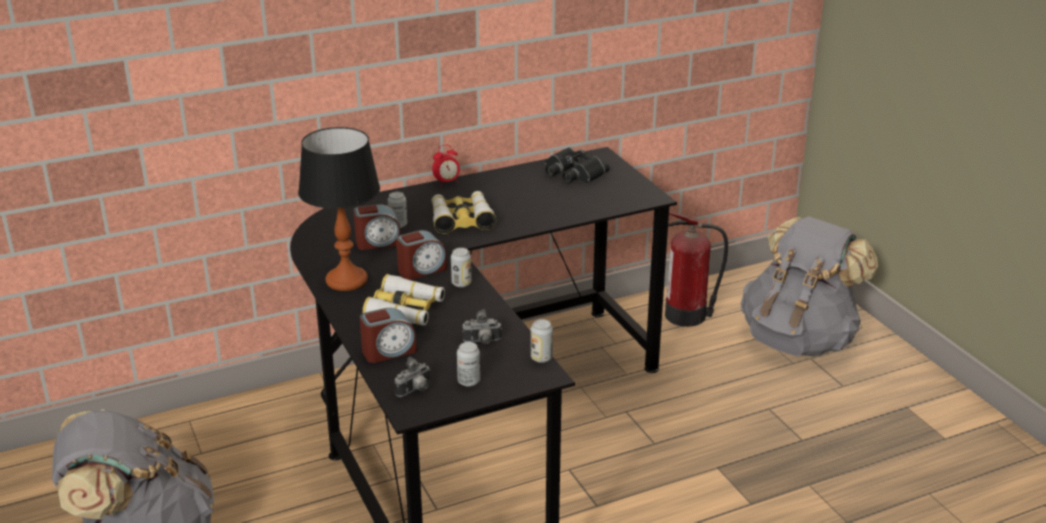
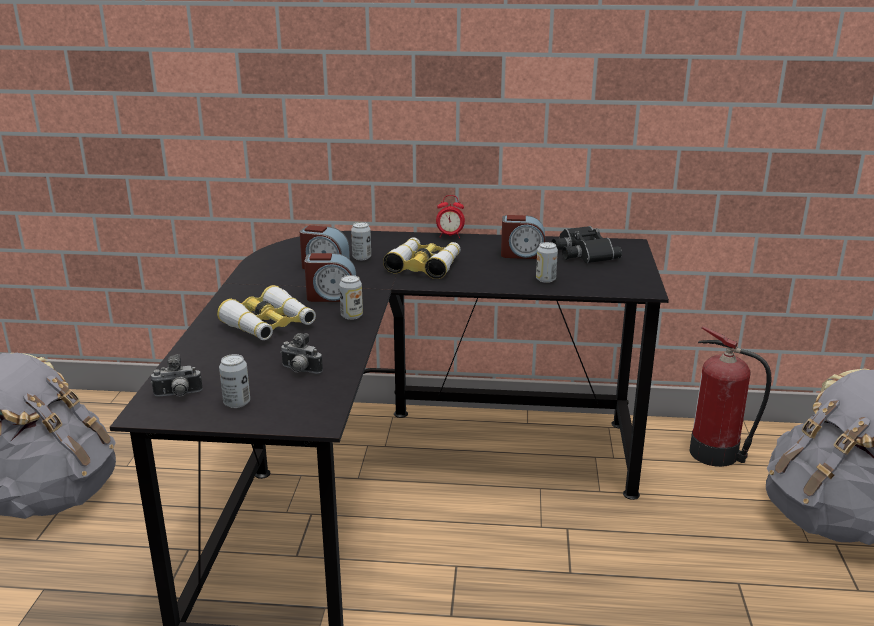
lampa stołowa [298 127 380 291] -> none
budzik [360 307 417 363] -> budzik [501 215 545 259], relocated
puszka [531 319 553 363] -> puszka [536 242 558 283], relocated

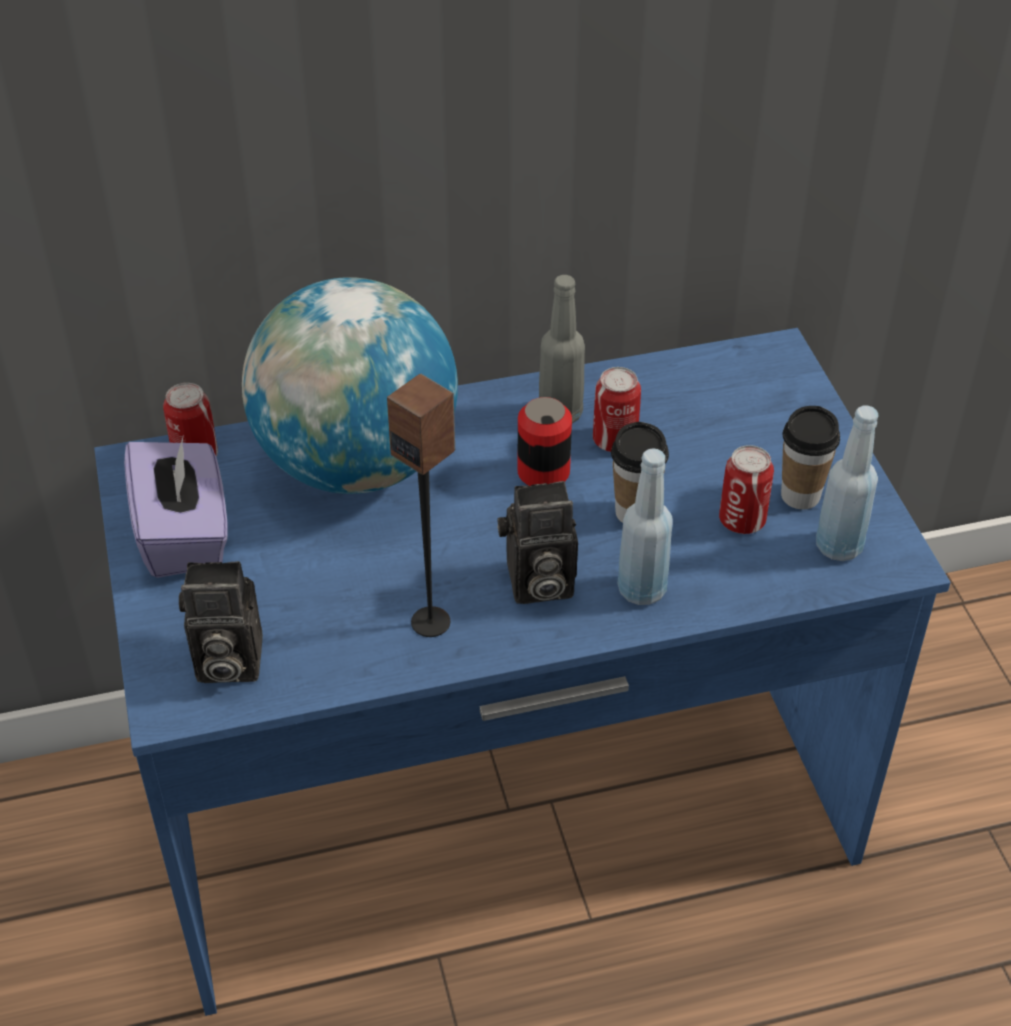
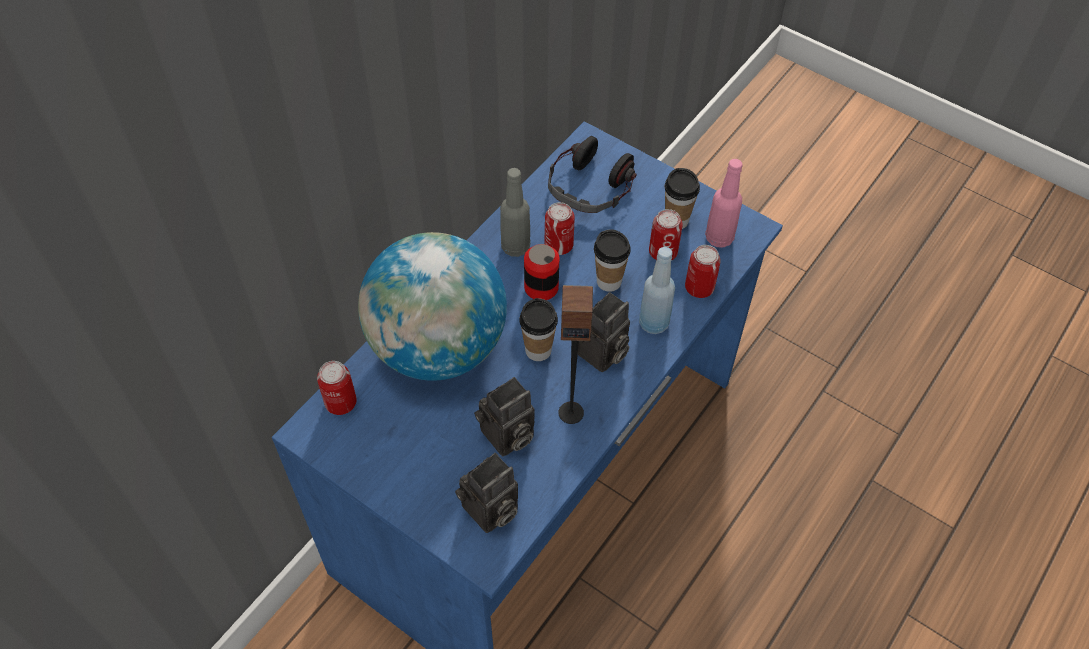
butelka [niebieski] [816 406 878 561] -> butelka [różowy] [705 159 743 247]
pudełko chusteczek [fioletowy] [124 437 227 578] -> none
none -> słuchawki [548 136 636 213]
none -> puszka [685 245 721 298]
none -> filiżanka [519 298 558 361]
none -> aparat fotograficzny [474 377 535 457]

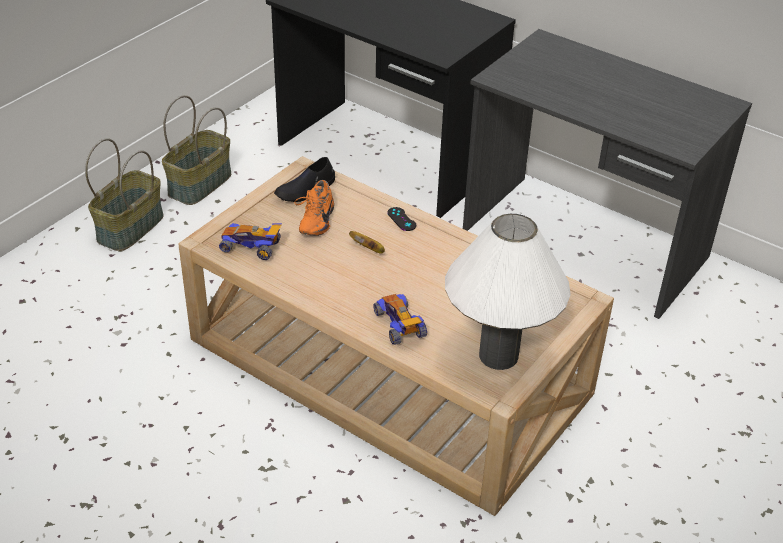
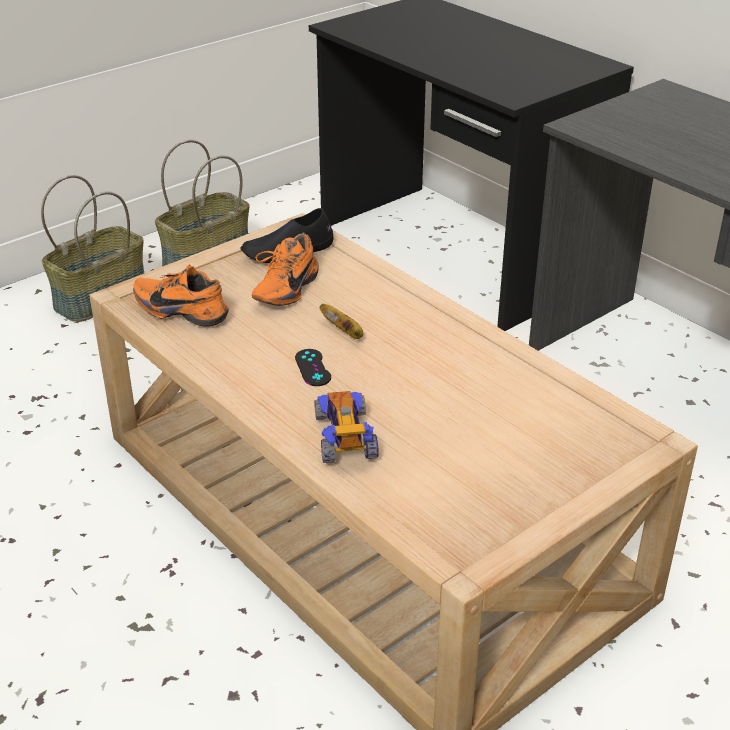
pad do gier [czarny] [387 207 416 231] -> pad do gier [czarny] [295 349 331 386], relocated
lampa stołowa [biały] [445 214 571 370] -> none
samochodzik [219 223 282 260] -> but [pomarańczowy] [133 264 229 327]

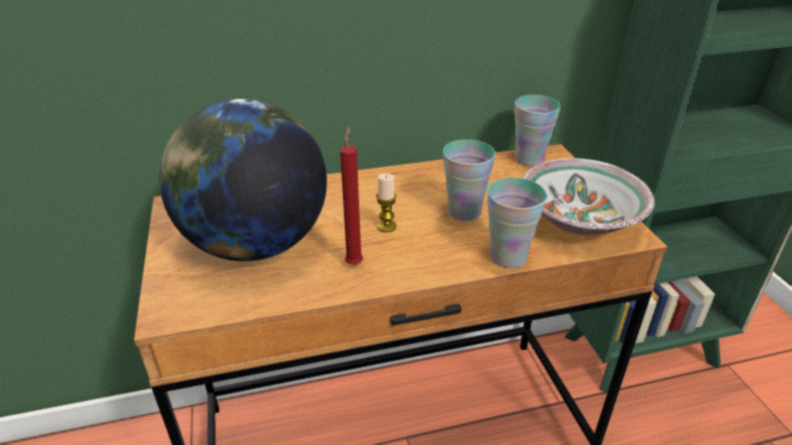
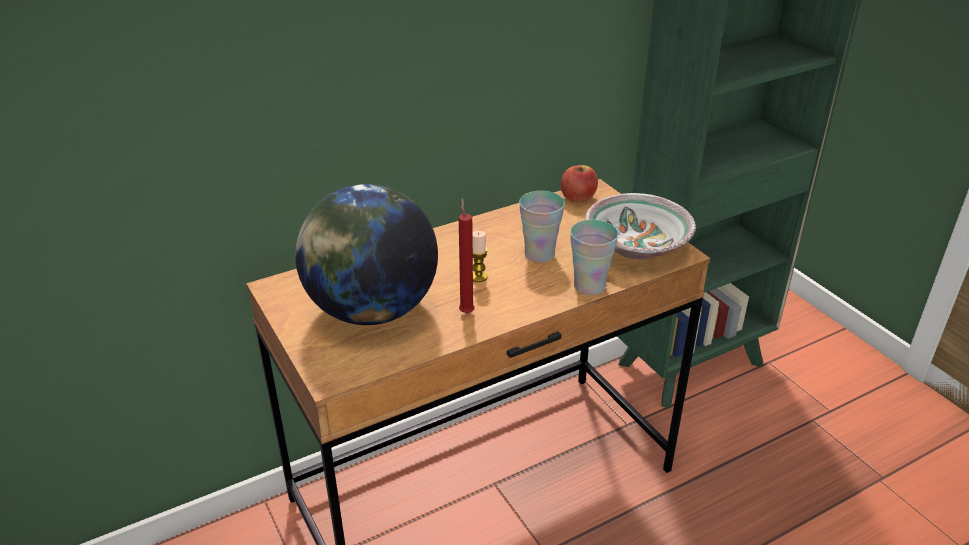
filiżanka [514 95 561 166] -> jabłko [561 165 598 202]

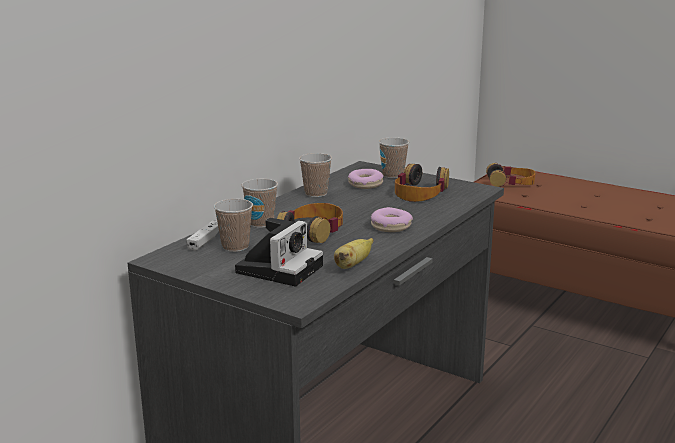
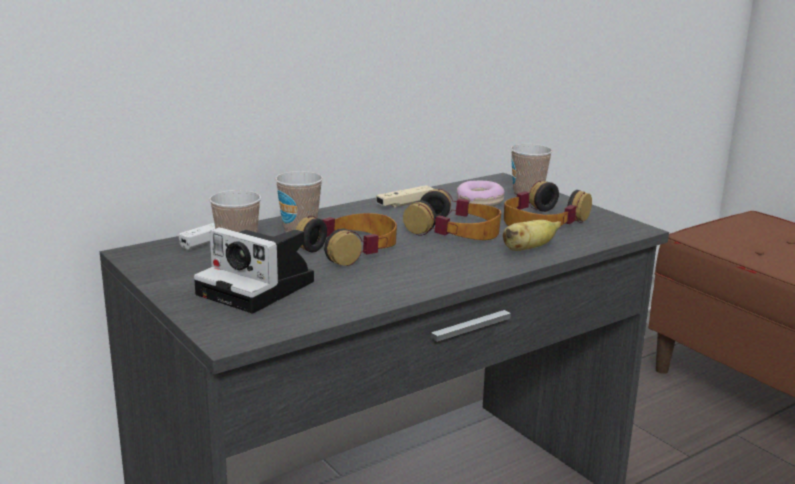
filiżanka [299 153 332 197] -> pad do gier [beżowy] [376 185 434 208]
słuchawki [486 163 536 187] -> słuchawki [403 189 501 240], relocated
donut [371 207 413 232] -> none
aparat fotograficzny [235 218 323 286] -> aparat fotograficzny [194 227 314 313], 75 degrees clockwise
banan [334 238 373 269] -> banan [503 220 561 251], relocated

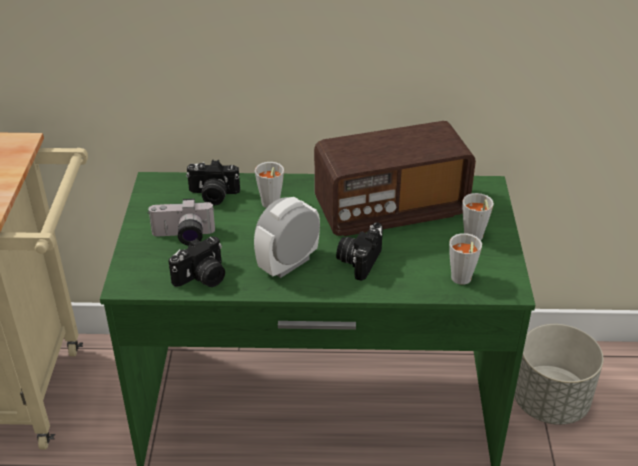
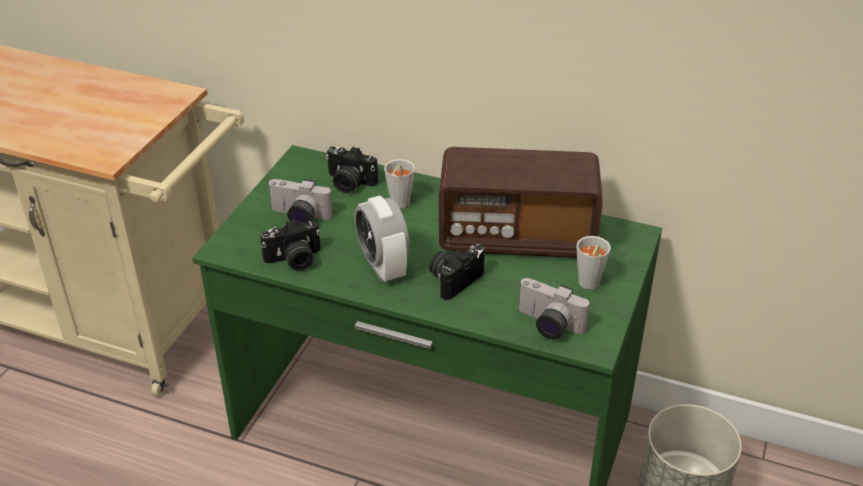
budzik [254 197 320 278] -> budzik [355 195 410 282], 90 degrees counterclockwise
filiżanka [szary] [449 233 482 285] -> aparat fotograficzny [519 278 589 339]

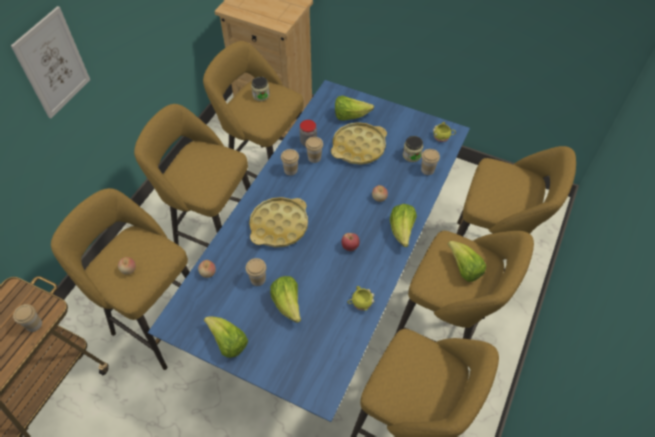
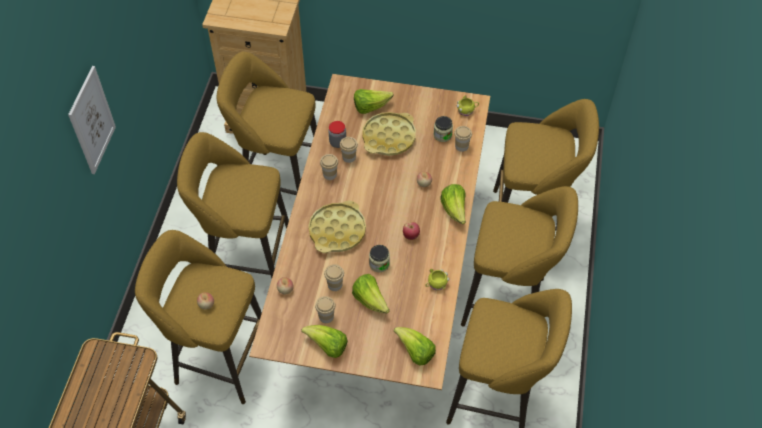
słoik [251 77 270 101] -> słoik [369 245 390 272], relocated
stół jadalny [niebieski] [148 80 470 422] -> stół jadalny [brązowy] [249 74 490 390]
sałata [448 241 486 282] -> sałata [394 327 436 366], relocated
filiżanka [13 304 42 332] -> filiżanka [315 296 336 323], relocated

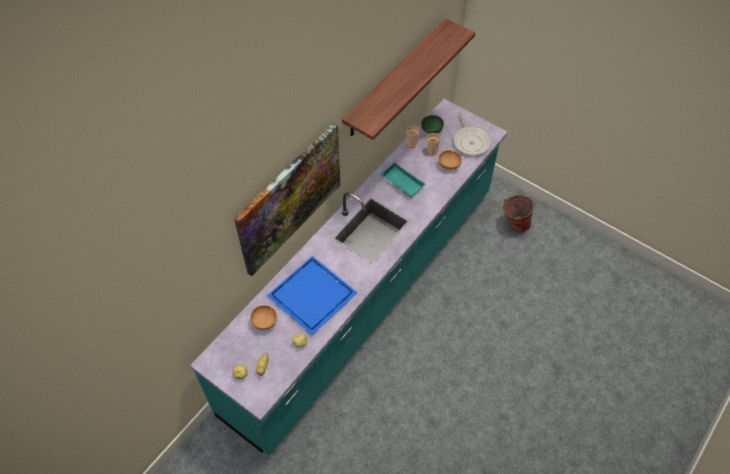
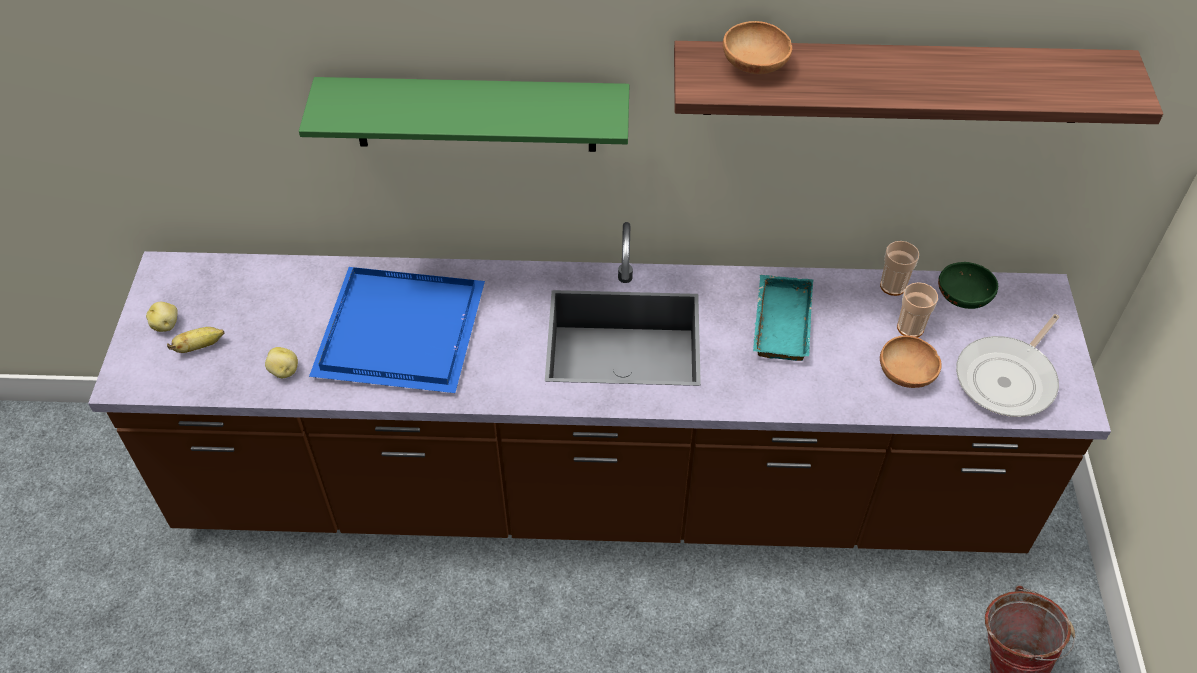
zabudowa kuchenna [turkusowy] [190 99 508 456] -> zabudowa kuchenna [brązowy] [88 222 1111 553]
obraz [234 123 340 276] -> półka [zielony] [299 77 629 152]
miska [brązowy] [250 305 277 330] -> miska [brązowy] [723 21 792 74], relocated

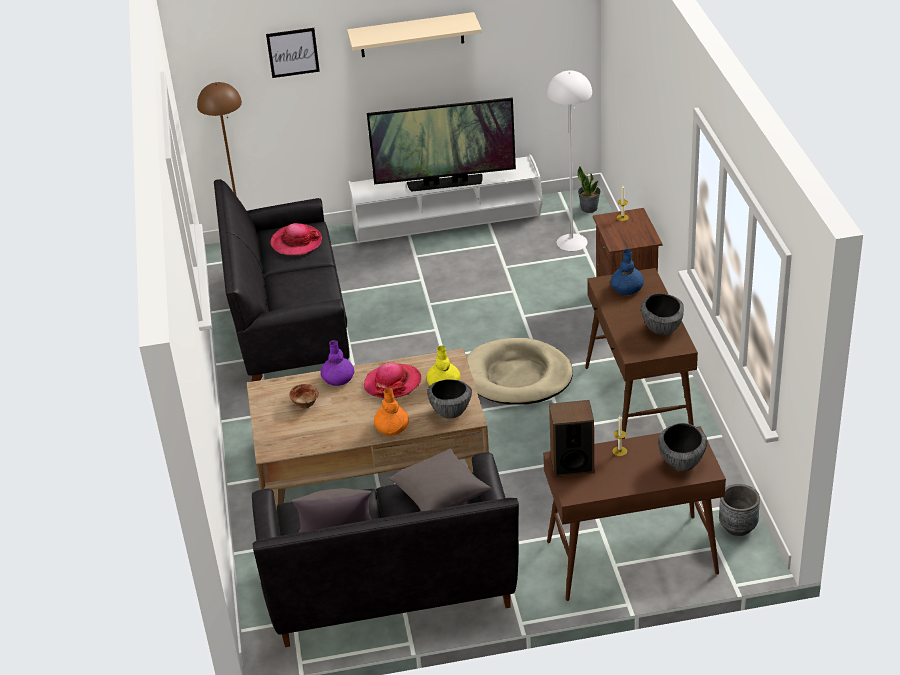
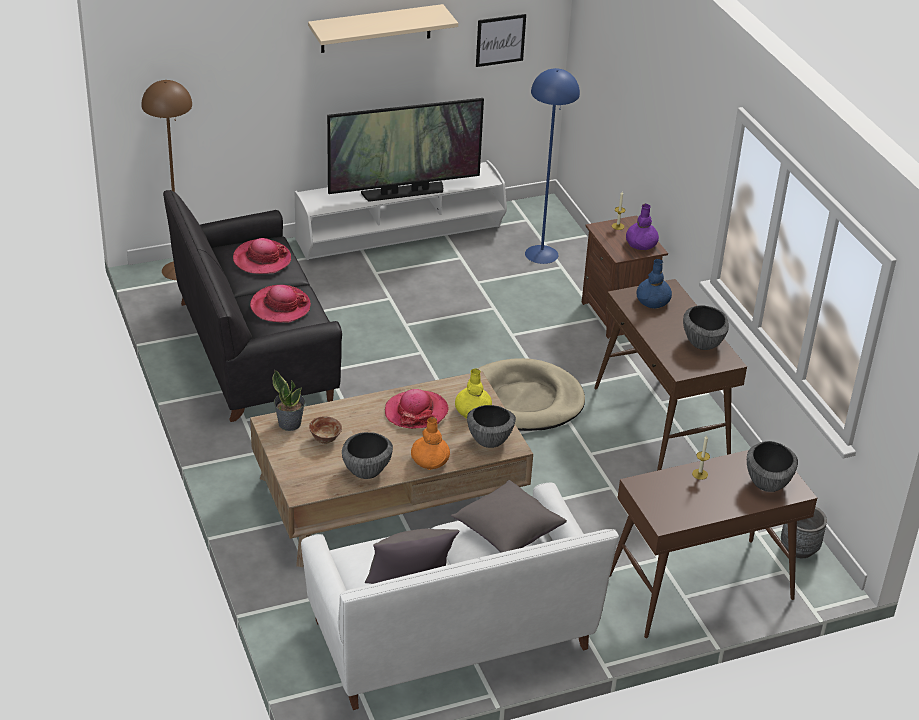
obraz [266 28 320 78] -> obraz [476 14 526 67], relocated
lampa stojąca [biały] [547 71 592 251] -> lampa stojąca [niebieski] [525 68 580 264]
roślina doniczkowa [577 166 601 213] -> roślina doniczkowa [272 370 305 431], relocated
wazon [fioletowy] [321 340 354 386] -> wazon [fioletowy] [626 204 659 250], relocated
głośnik [549 400 594 477] -> none
kanapa [czarny] [252 453 519 647] -> kanapa [biały] [301 483 619 710]
none -> kapelusz [250 285 311 323]
none -> miska [342 432 393 479]

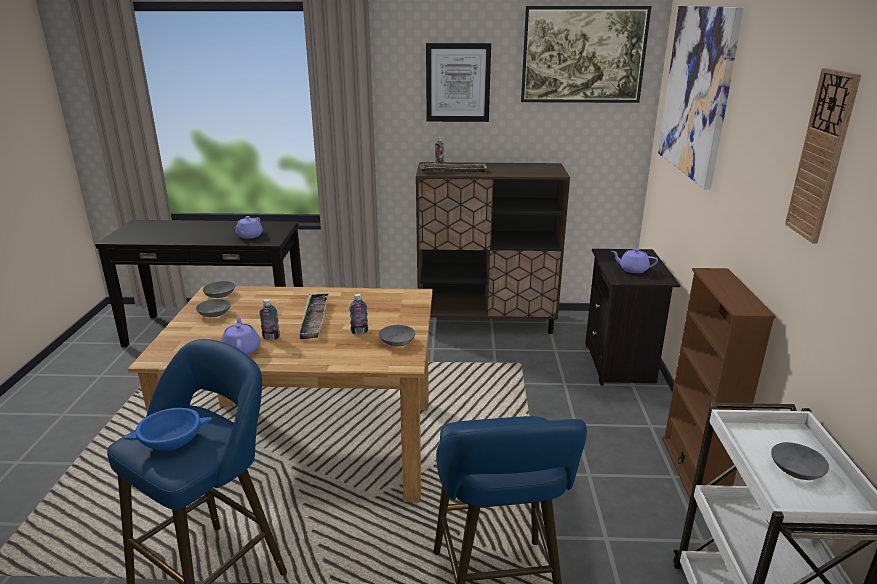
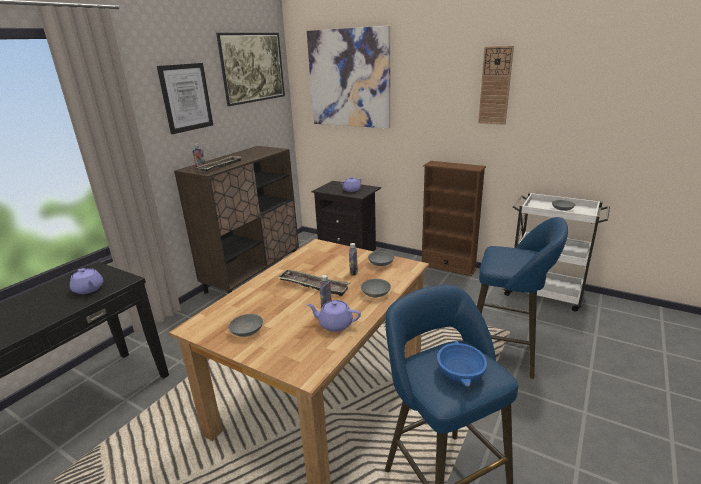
miska [szary] [202 281 235 298] -> miska [szary] [361 279 391 298], relocated

